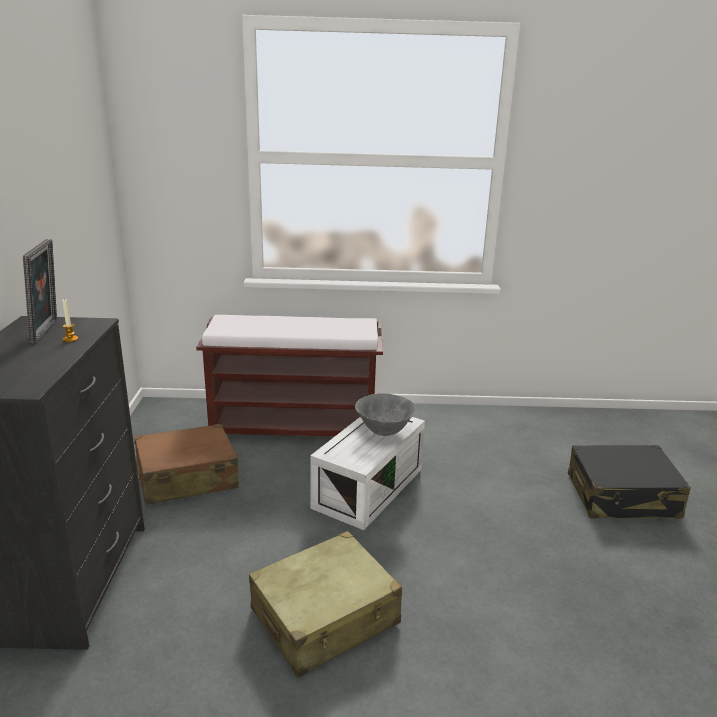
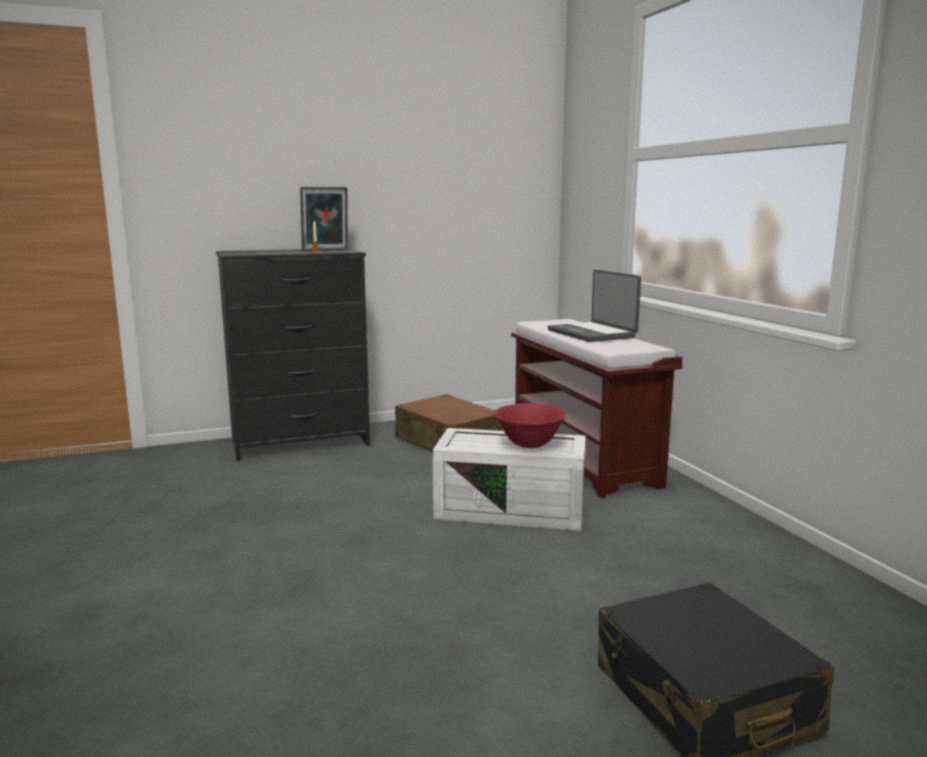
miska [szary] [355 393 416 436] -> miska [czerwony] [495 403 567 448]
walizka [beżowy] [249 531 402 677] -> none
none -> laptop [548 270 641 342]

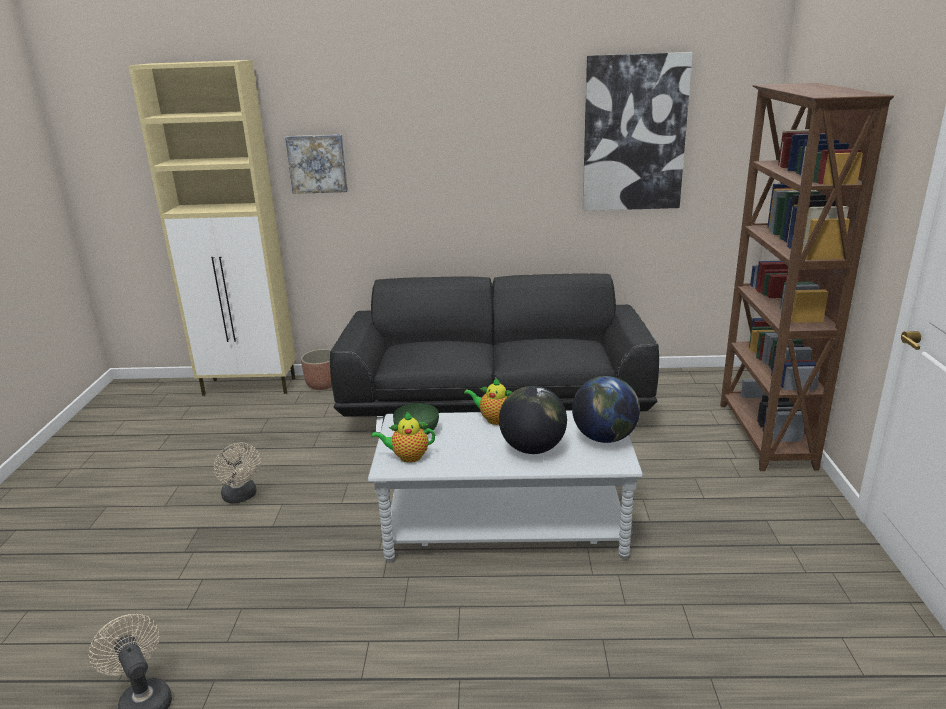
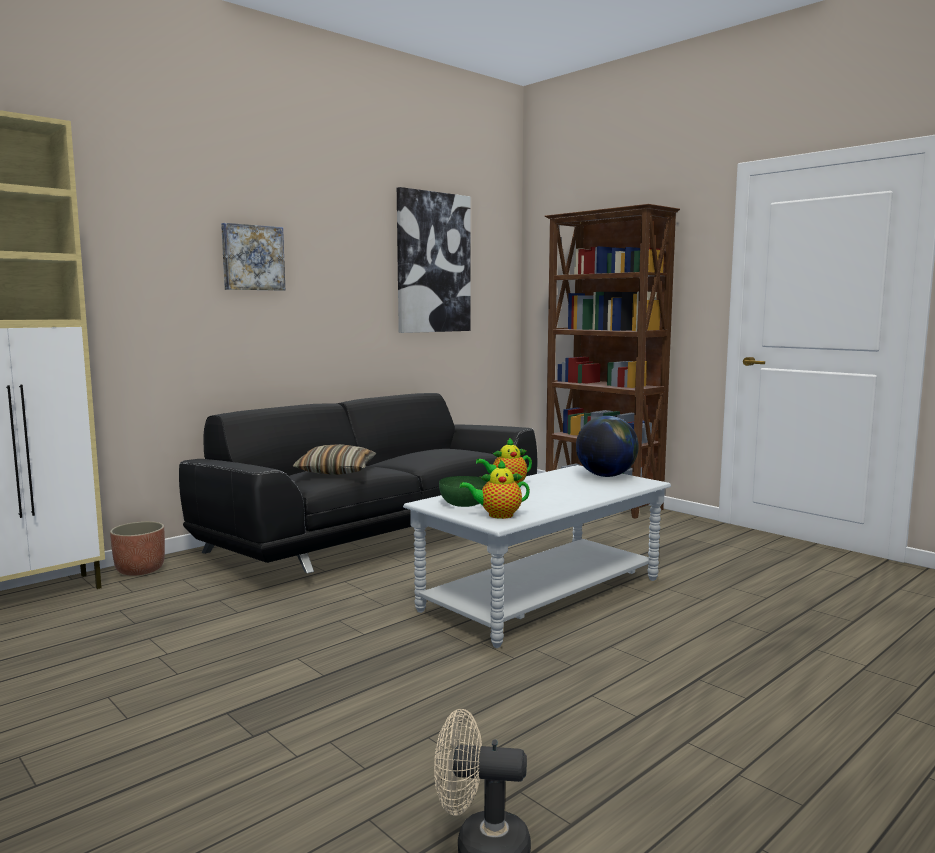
obraz [285 134 348 194] -> obraz [221 223 285 290], relocated
globus [499 386 567 454] -> none
imbryk [371 412 435 463] -> imbryk [460 460 530 519], 45 degrees clockwise
wentylator [beżowy] [214 443 261 503] -> none
none -> poduszka [293 444 376 475]

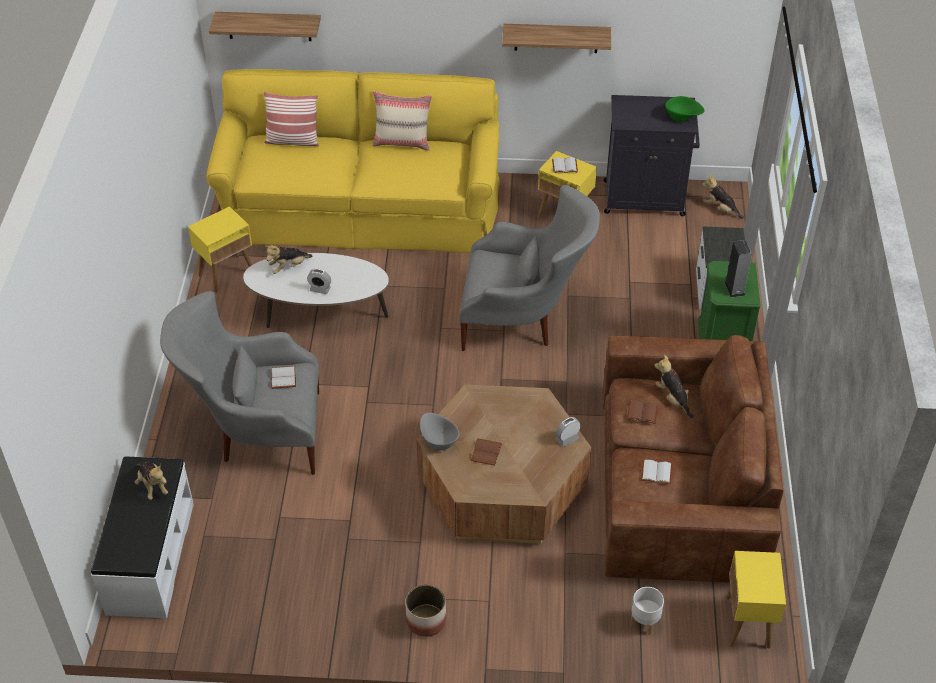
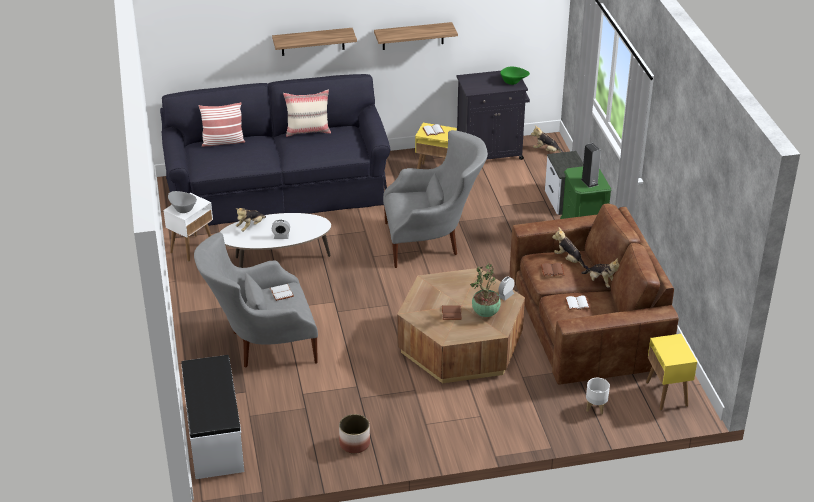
półka [209 12 321 41] -> półka [272 28 357 56], relocated
kanapa [żółty] [206 69 500 253] -> kanapa [czarny] [160 74 390 226]
stolik [żółty] [188 206 252 293] -> stolik [biały] [164 193 213 262]
miska [szary] [420 413 460 451] -> miska [szary] [168 191 197 213], relocated
pluszak [135 462 168 500] -> pluszak [581 258 619 287], relocated
donica [405 584 446 637] -> donica [339 414 370 454], relocated
none -> roślina doniczkowa [470 263 501 317]

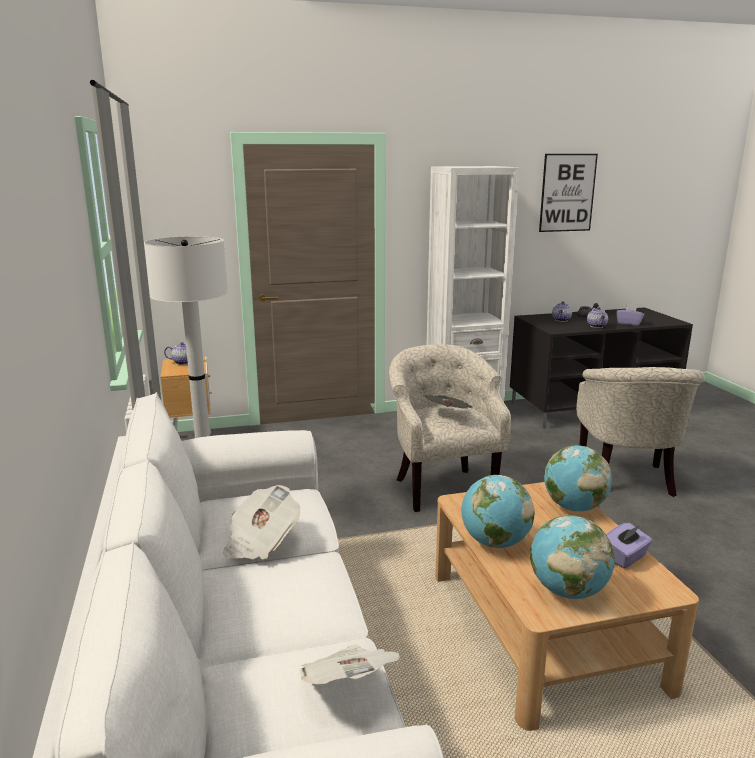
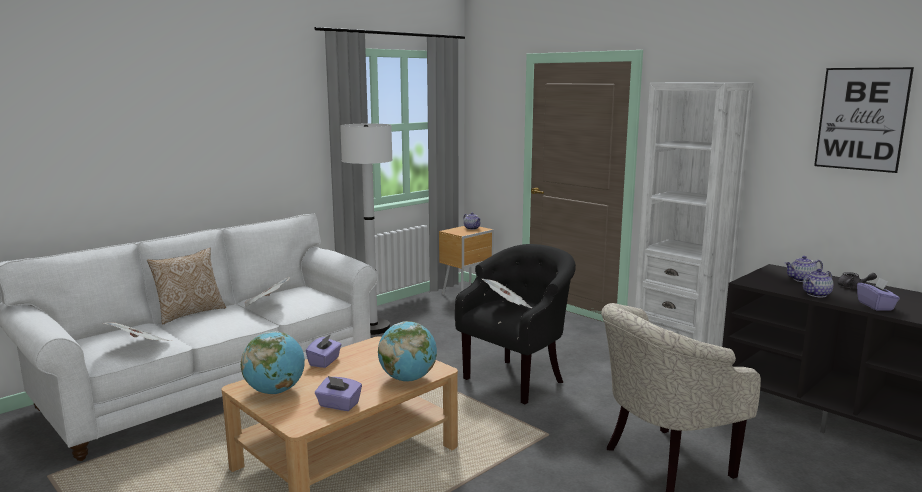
fotel [beżowy] [389 344 511 512] -> fotel [czarny] [455 244 576 404]
globus [461 475 534 548] -> pudełko chusteczek [fioletowy] [306 334 342 368]
none -> poduszka [147 248 226 324]

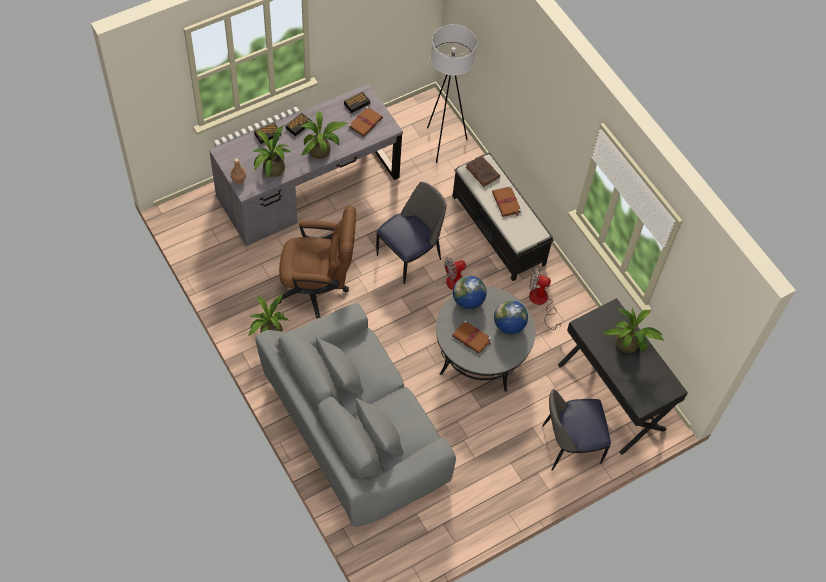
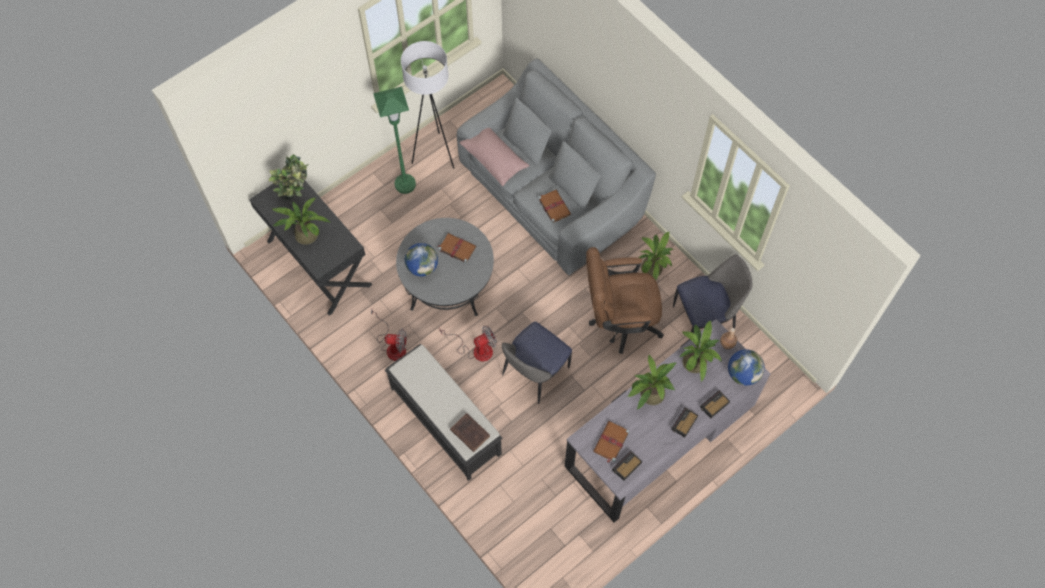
lampa stojąca [biały] [427 24 477 163] -> lampa stojąca [biały] [401 41 454 169], relocated
książka [brązowy] [492 186 522 217] -> książka [brązowy] [538 190 571 223], relocated
globus [453 276 486 309] -> globus [728 349 765 386], relocated
krzesło [542 389 611 471] -> krzesło [673 254 753 333], relocated
none -> lampa stojąca [zielony] [373 87 416 194]
none -> poduszka [różowy] [460 128 530 186]
none -> roślina doniczkowa [269 154 309 201]

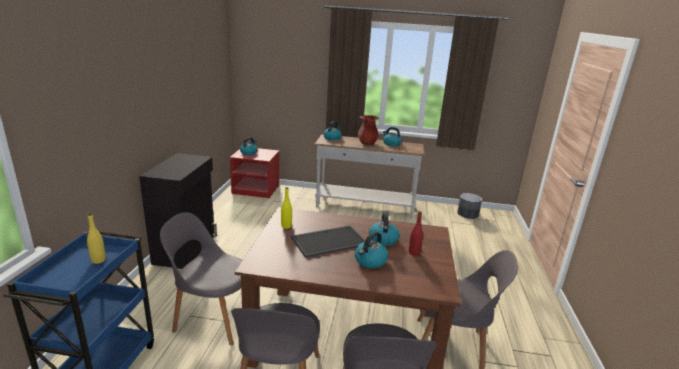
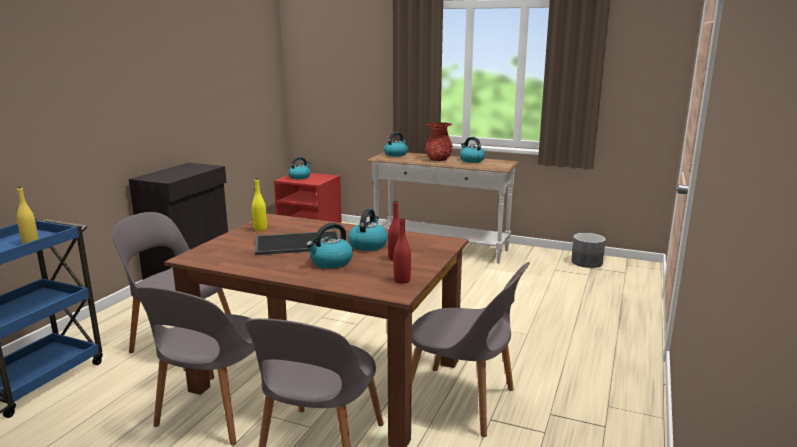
none -> butelka [czerwony] [393 217 411 284]

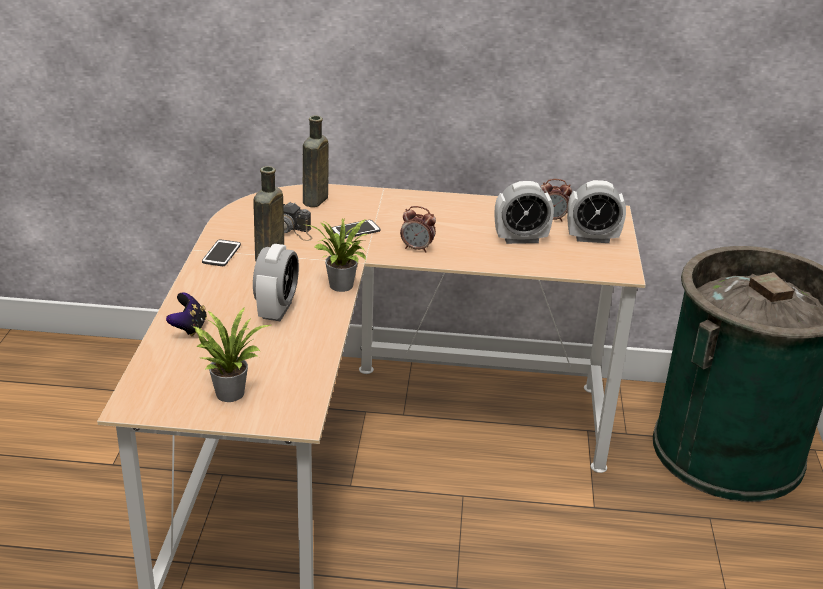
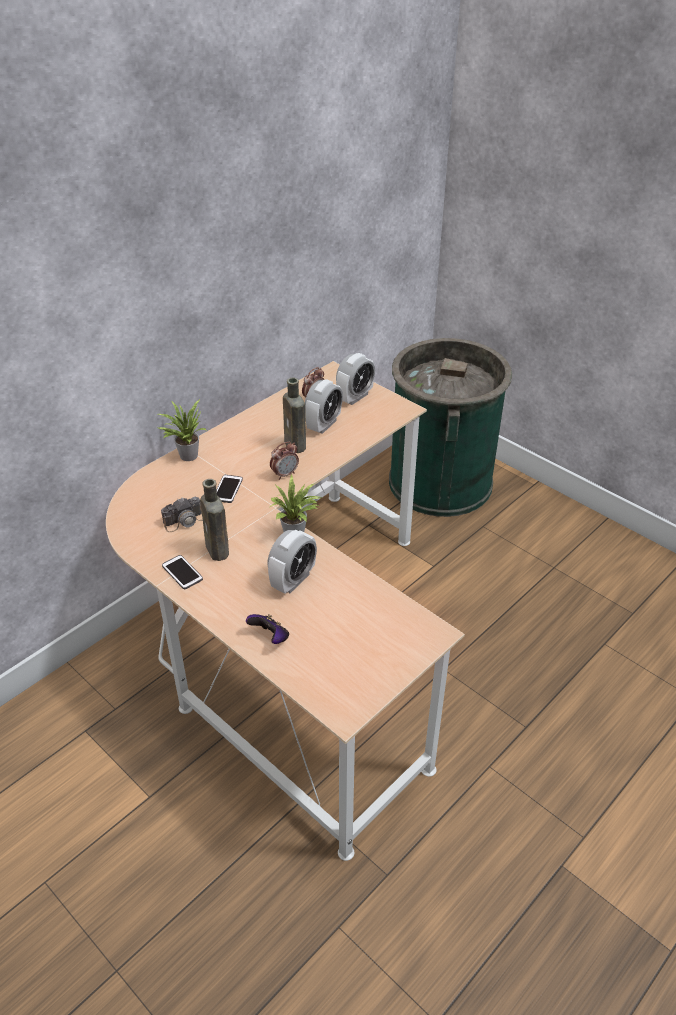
butelka [brązowy] [303 115 328 207] -> butelka [brązowy] [283 378 306 453], relocated
budzik [253 244 299 321] -> budzik [267 530 317 594], 75 degrees clockwise
roślina doniczkowa [192 307 271 402] -> roślina doniczkowa [157 399 207 461], relocated

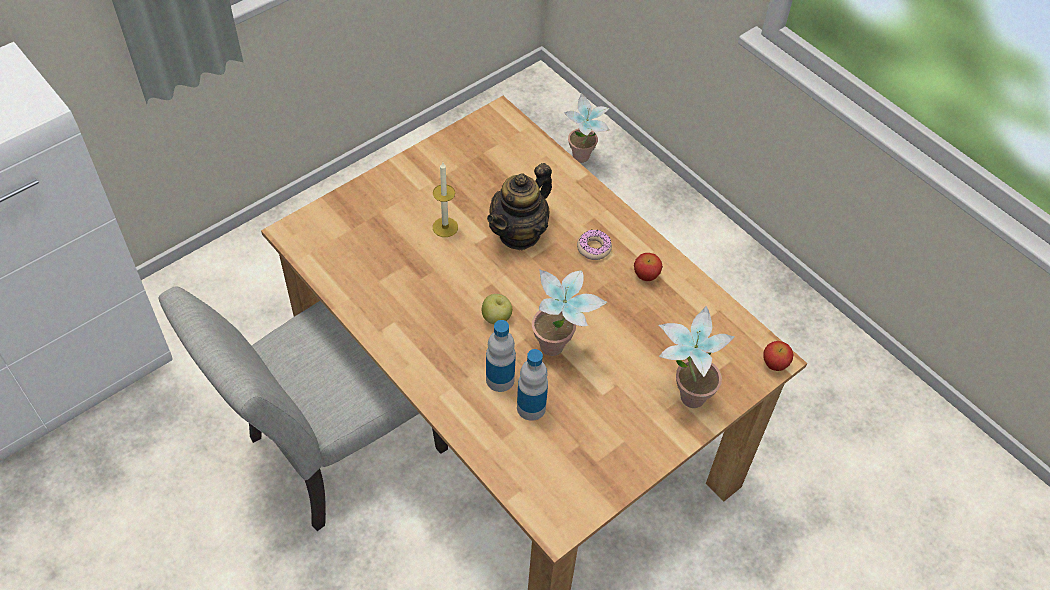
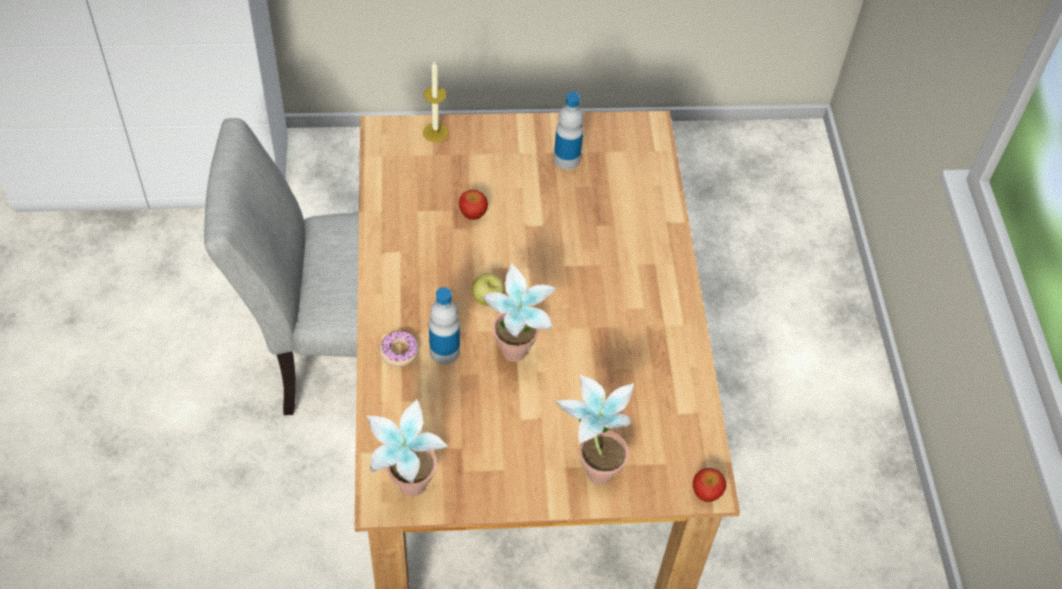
roślina doniczkowa [564 93 609 163] -> roślina doniczkowa [367 399 448 497], relocated
świeca [433 161 458 237] -> świeca [423 62 449 142], relocated
imbryk [487 163 552 250] -> none
donut [577 230 612 260] -> donut [379 331 419 367], relocated
jabłko [634 253 663 281] -> jabłko [459 190 488 220], relocated
butelka [517 349 548 421] -> butelka [554 92 584 170], relocated

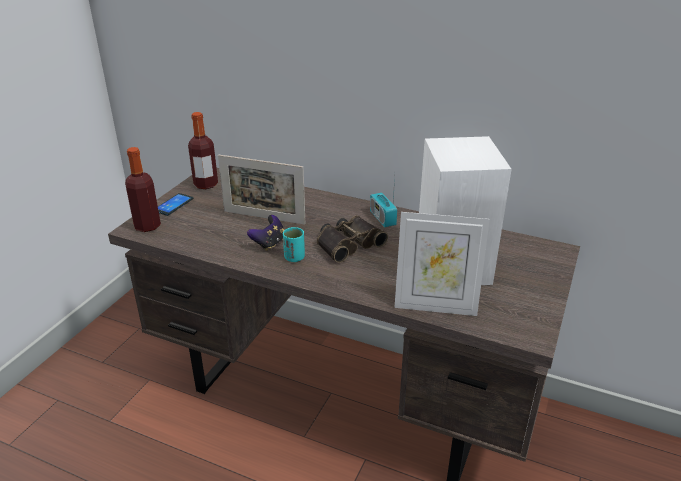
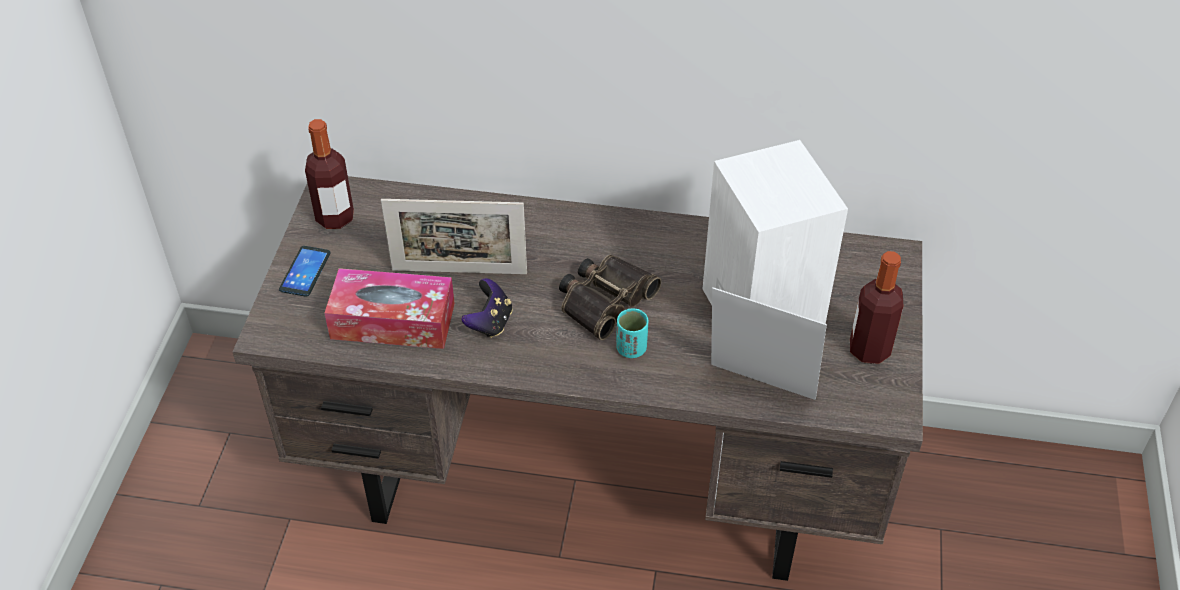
butelka [125 147 161 232] -> butelka [850 251 903 364], relocated
radio [370 177 397 227] -> none
ramka na zdjęcie [394 212 490 316] -> ramka na zdjęcie [711 287 827 400], 150 degrees counterclockwise
filiżanka [turkusowy] [283 227 305 262] -> filiżanka [turkusowy] [616 309 648 358], relocated
none -> pudełko chusteczek [324 268 455 349]

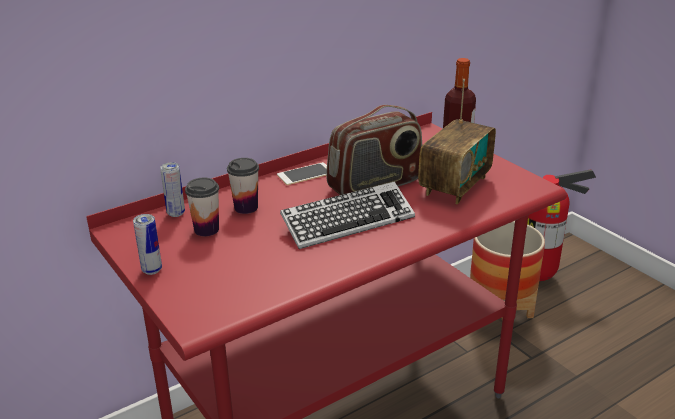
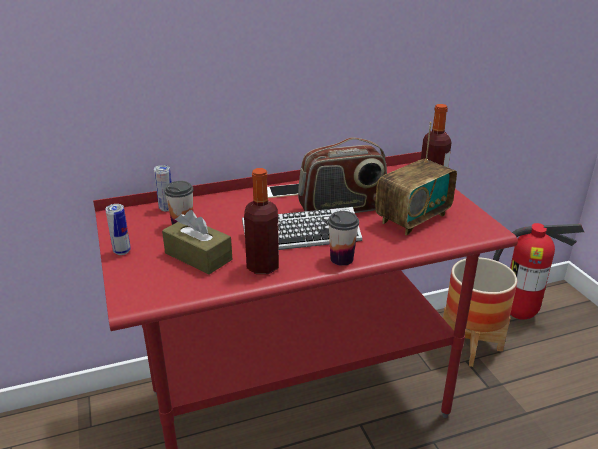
filiżanka [227 158 259 214] -> filiżanka [328 211 359 266], relocated
none -> butelka [244 168 279 274]
none -> pudełko chusteczek [brązowy] [162 210 232 275]

